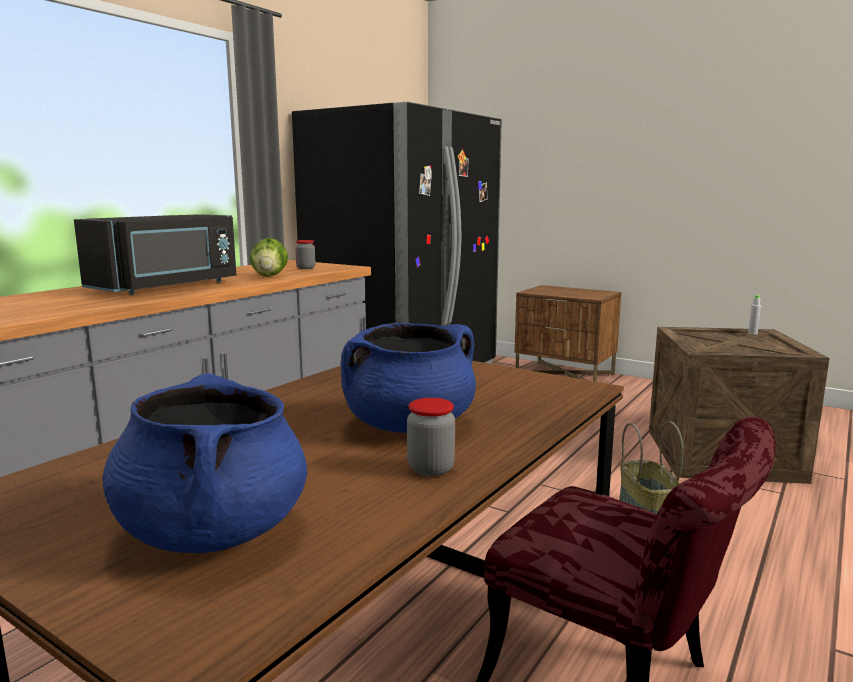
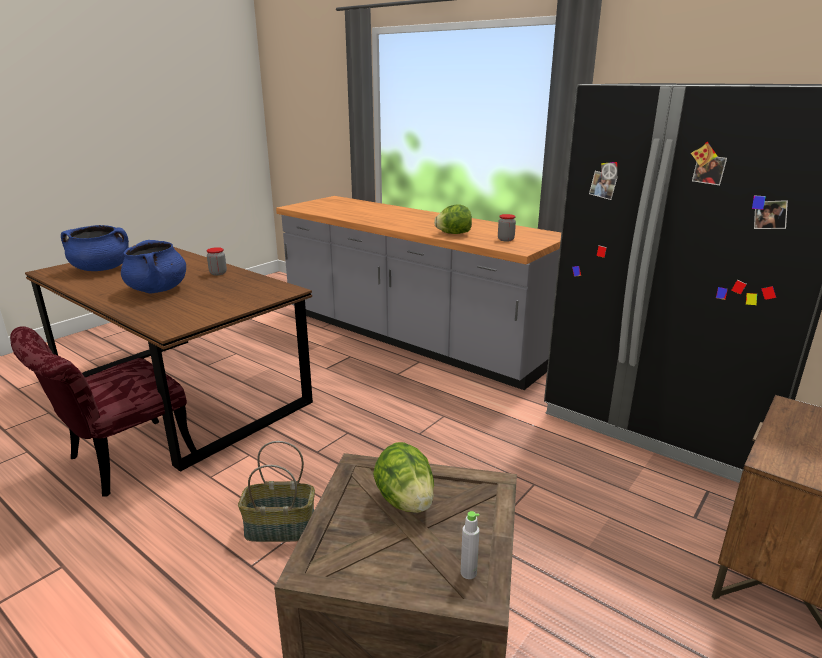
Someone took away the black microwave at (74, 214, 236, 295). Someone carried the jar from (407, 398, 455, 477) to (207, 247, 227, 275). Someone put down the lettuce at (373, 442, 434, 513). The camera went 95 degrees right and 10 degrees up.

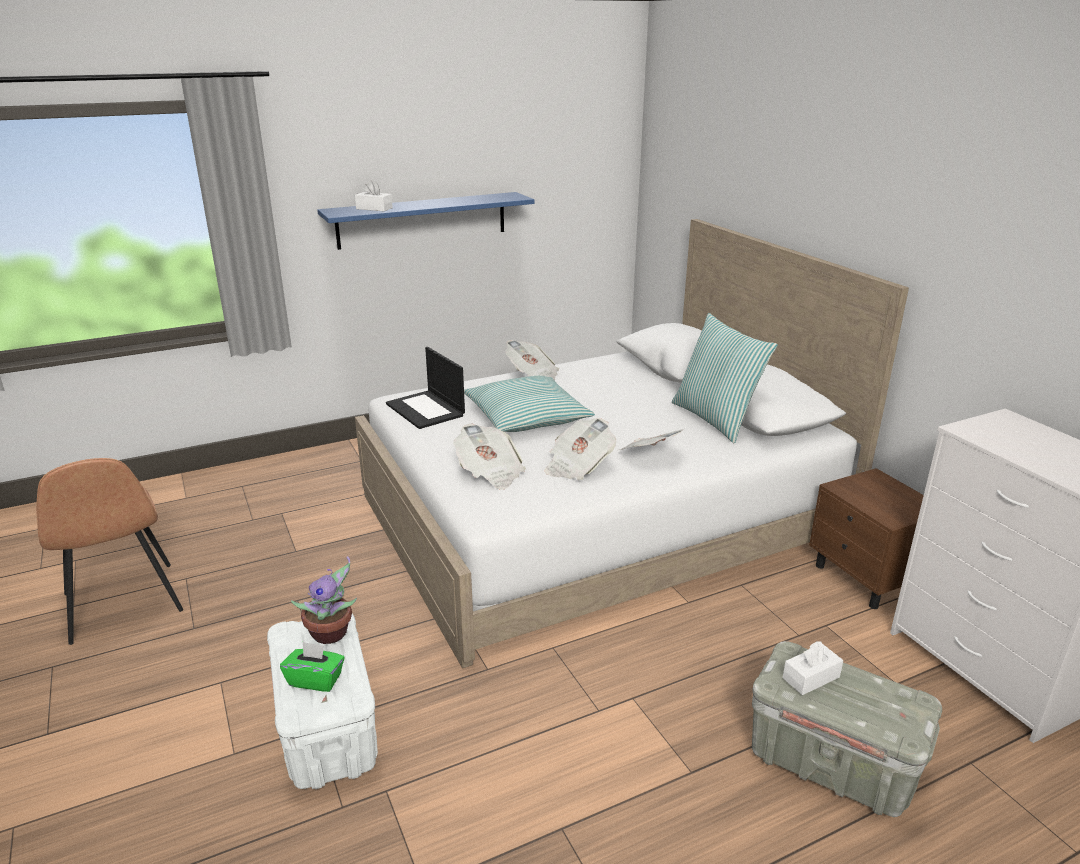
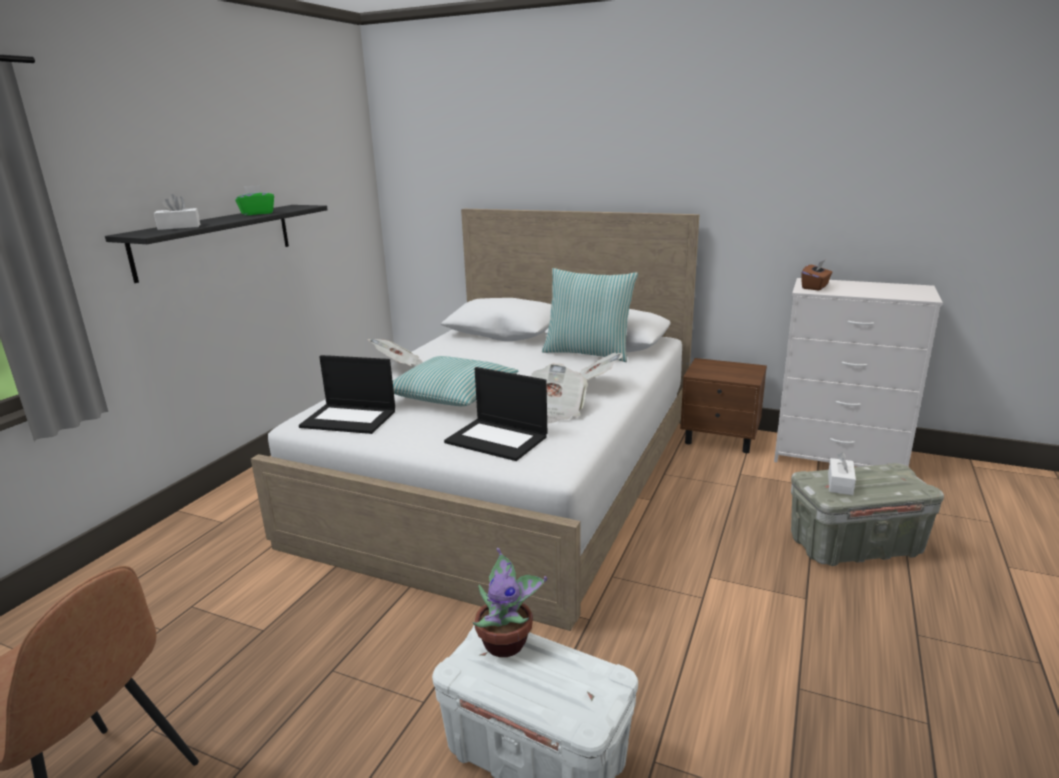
Someone repainted the blue shelf at (317, 192, 534, 250), which became the black shelf at (105, 205, 328, 283). Someone swapped the newspaper at (453, 424, 526, 490) for the laptop at (444, 367, 547, 461). Someone carried the green tissue box from (280, 642, 344, 692) to (235, 185, 274, 215). Someone put down the brown tissue box at (801, 260, 833, 290). The camera went 40 degrees left and 5 degrees down.

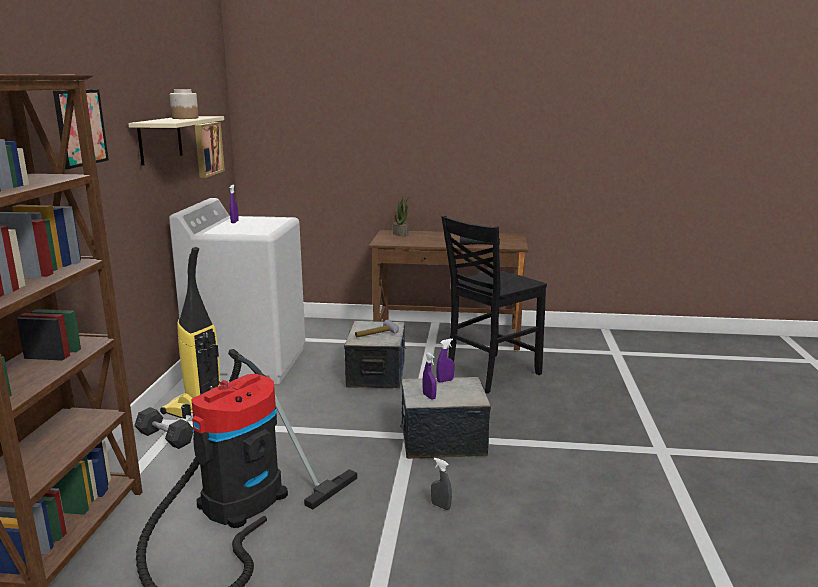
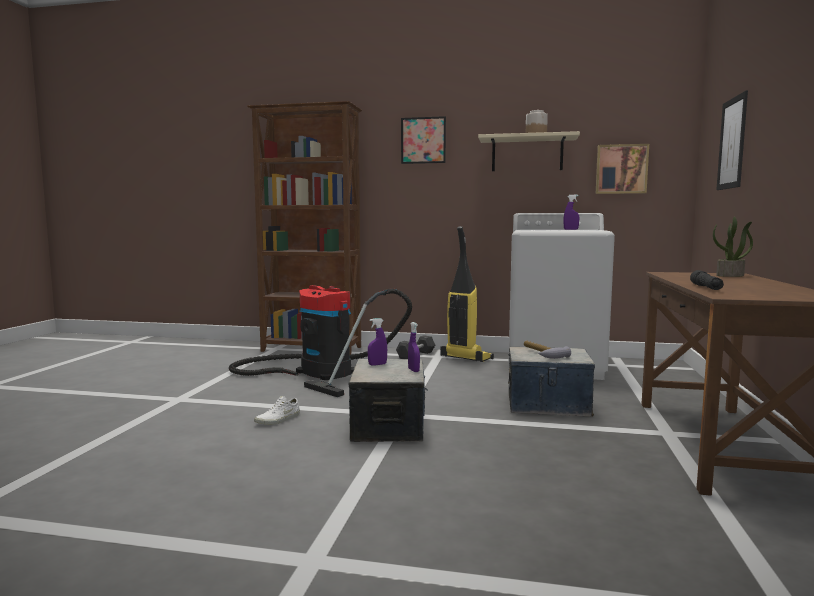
Someone took away the black chair at (441, 215, 547, 394). Someone swapped the grey spray bottle at (431, 458, 452, 510) for the white shoe at (254, 396, 300, 425). Someone put up the picture at (716, 90, 748, 190). The camera went 95 degrees right and 10 degrees down.

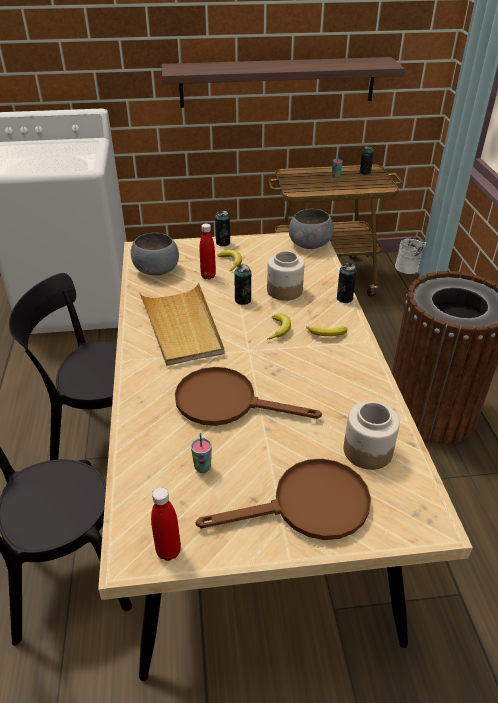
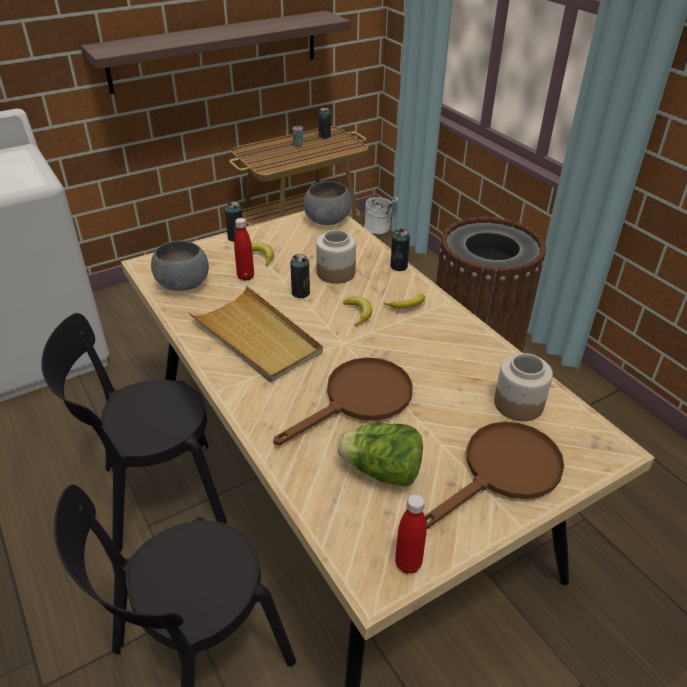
Someone rotated the brown frying pan at (175, 367, 322, 426) by 150 degrees clockwise. Someone swapped the cup at (191, 433, 212, 473) for the lettuce at (337, 423, 423, 487). The camera went 25 degrees left and 0 degrees up.

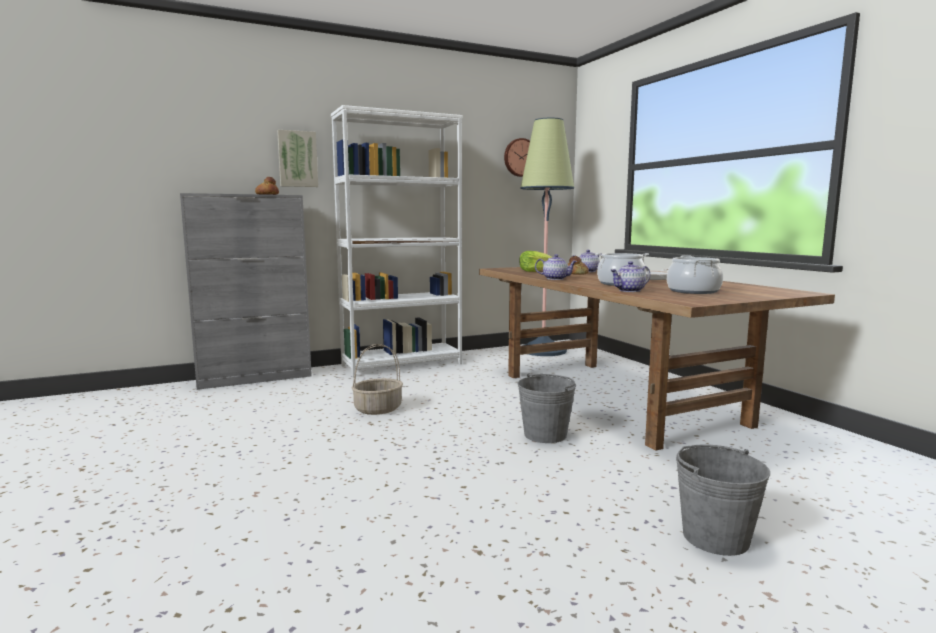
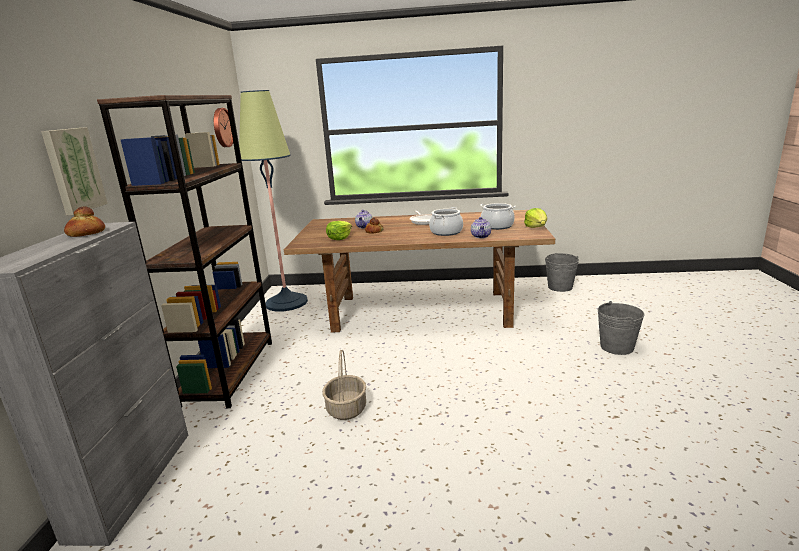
Someone repainted the white bookcase at (331, 105, 462, 377), which became the brown bookcase at (97, 95, 272, 408). Someone took away the teapot at (535, 254, 577, 280). Someone carried the grey bucket from (518, 373, 576, 443) to (545, 253, 579, 292). Someone put down the lettuce at (524, 208, 547, 228). The camera went 60 degrees left and 10 degrees up.

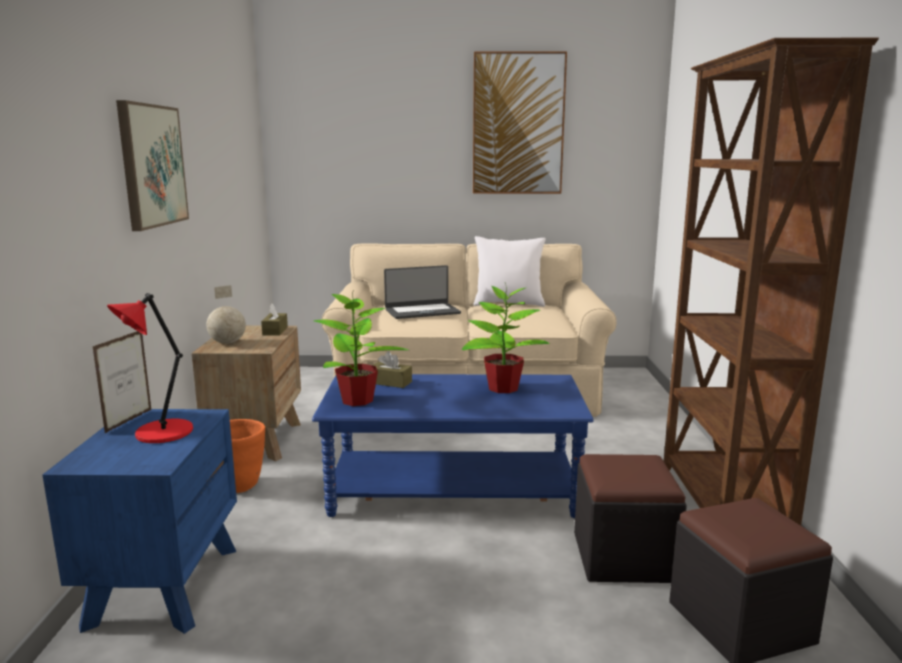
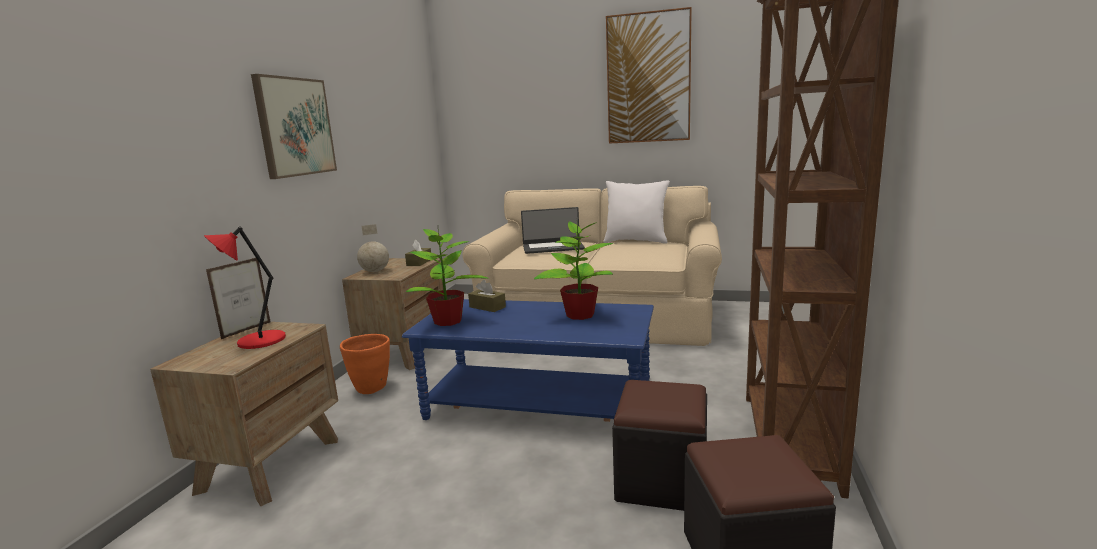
Someone repainted the blue nightstand at (42, 409, 237, 634), which became the brown nightstand at (150, 322, 338, 506). The camera went 15 degrees right and 0 degrees up.

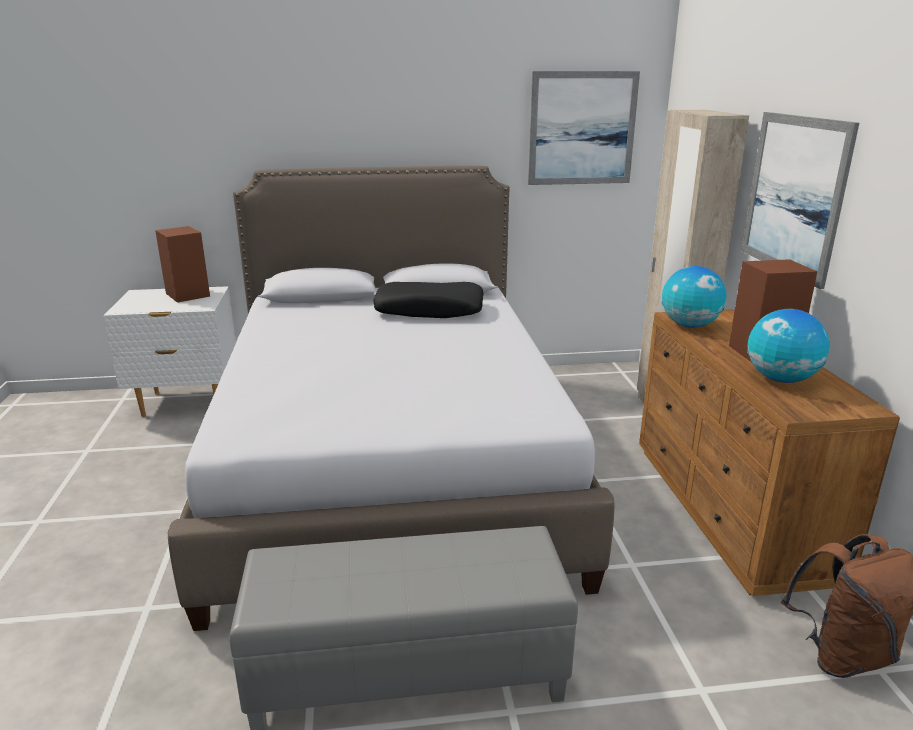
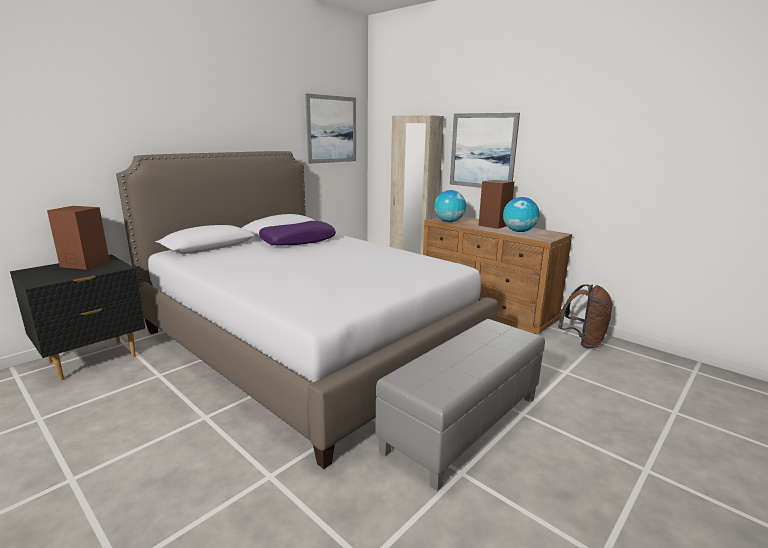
Someone repainted the black pillow at (373, 282, 484, 318), which became the purple pillow at (259, 221, 336, 246). Someone repainted the white nightstand at (103, 286, 236, 417), which became the black nightstand at (10, 254, 145, 381). The camera went 40 degrees left and 5 degrees down.

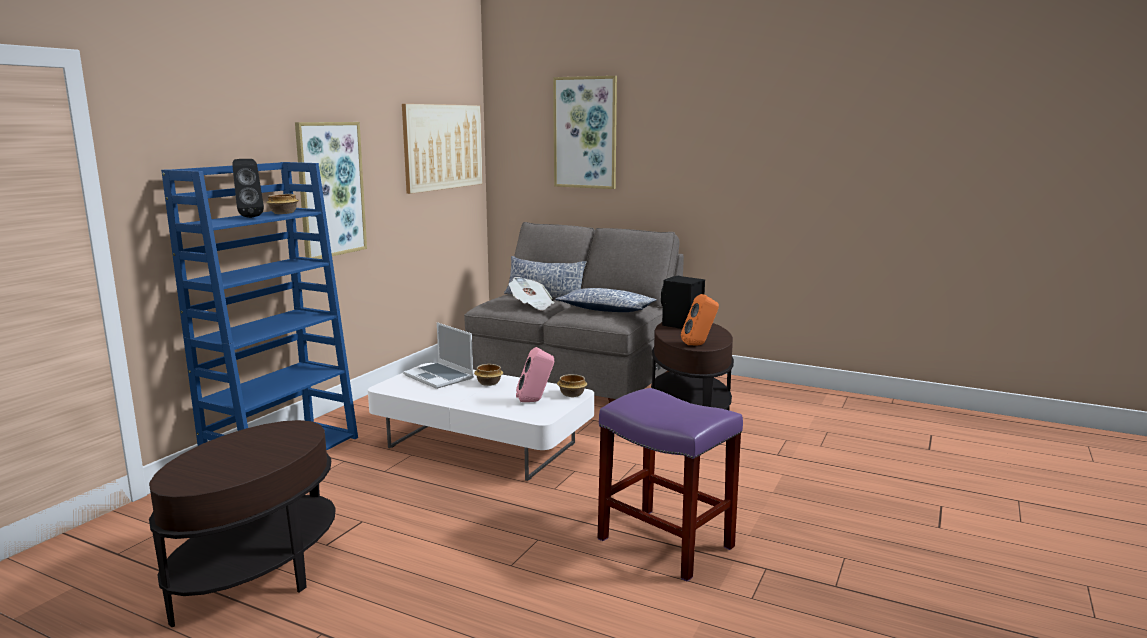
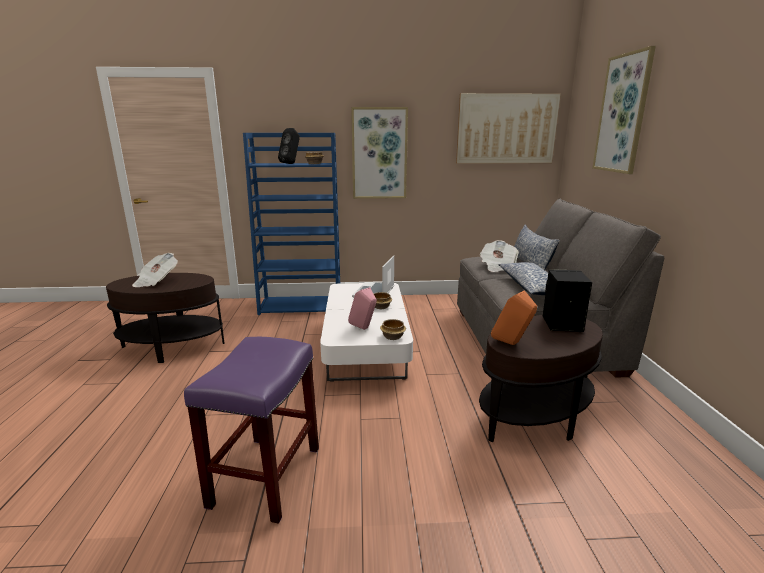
Someone put down the newspaper at (132, 253, 178, 287). The camera went 60 degrees right and 5 degrees up.

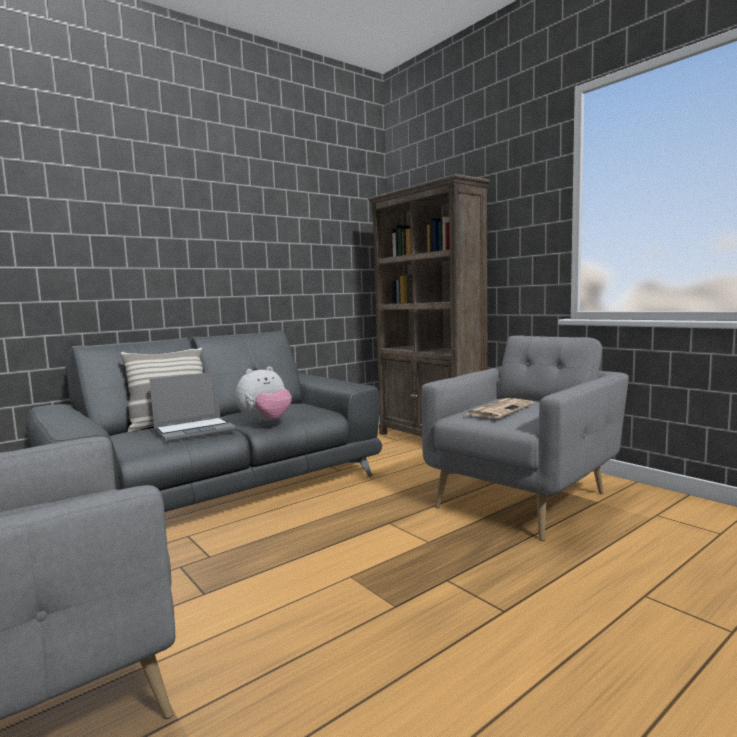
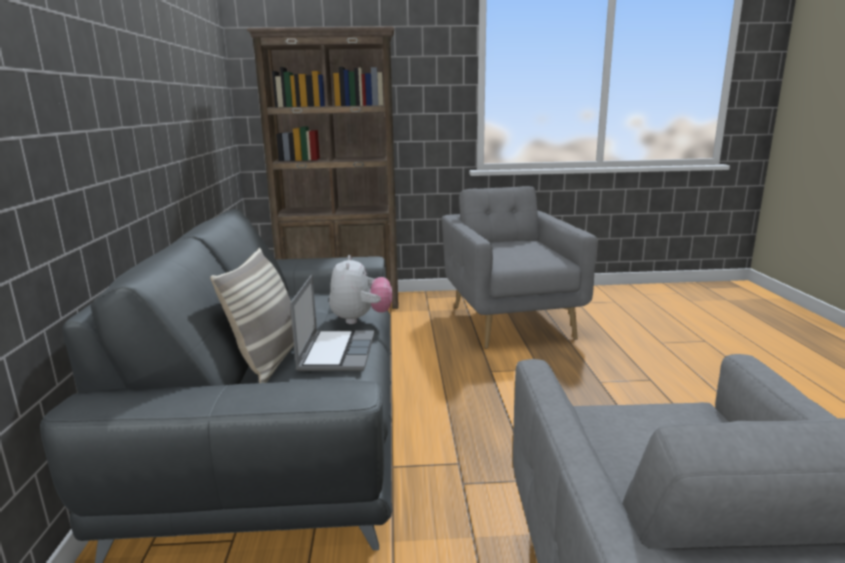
Someone took away the newspaper at (467, 398, 534, 418). The camera went 55 degrees left and 10 degrees up.

